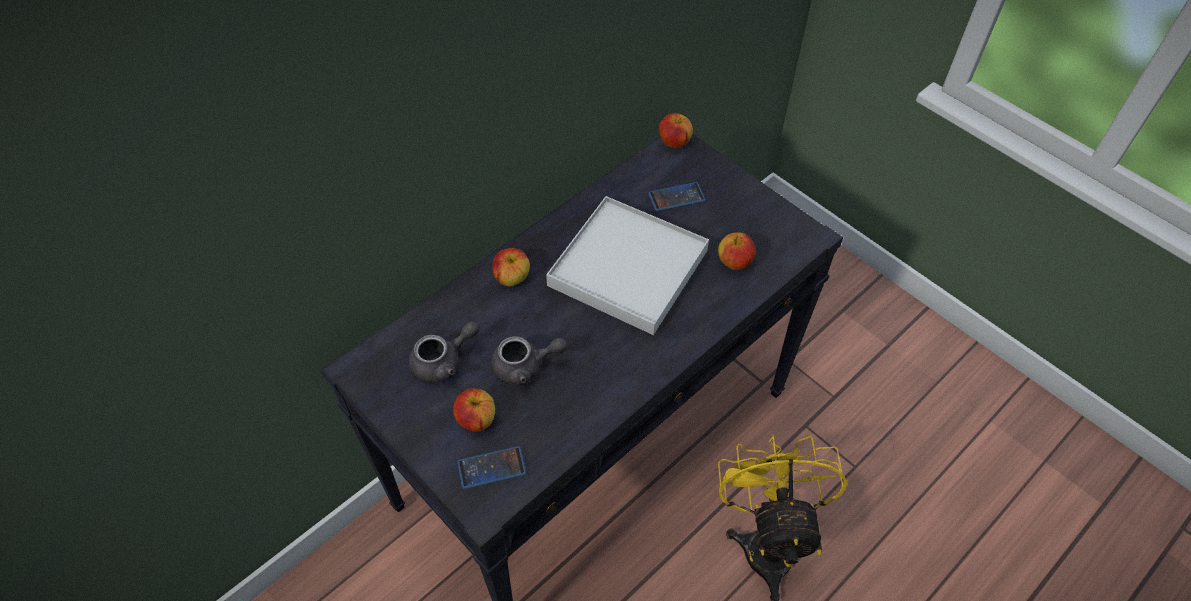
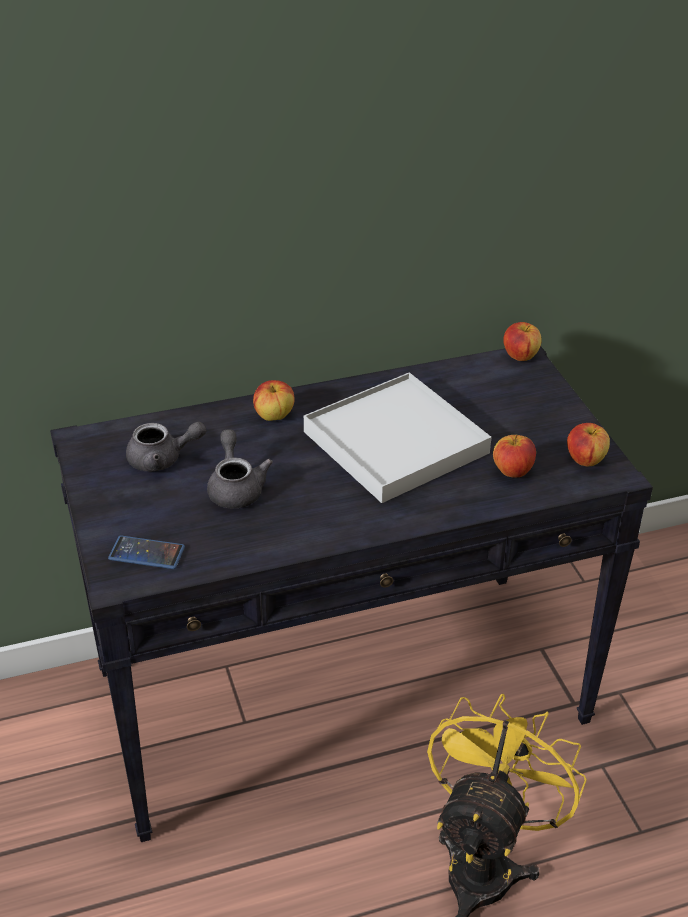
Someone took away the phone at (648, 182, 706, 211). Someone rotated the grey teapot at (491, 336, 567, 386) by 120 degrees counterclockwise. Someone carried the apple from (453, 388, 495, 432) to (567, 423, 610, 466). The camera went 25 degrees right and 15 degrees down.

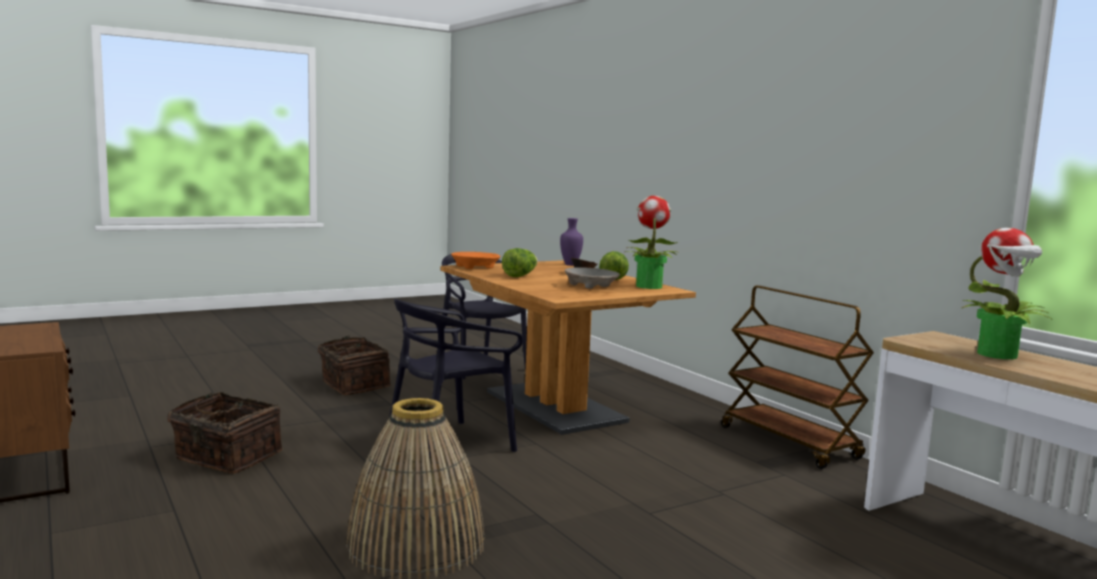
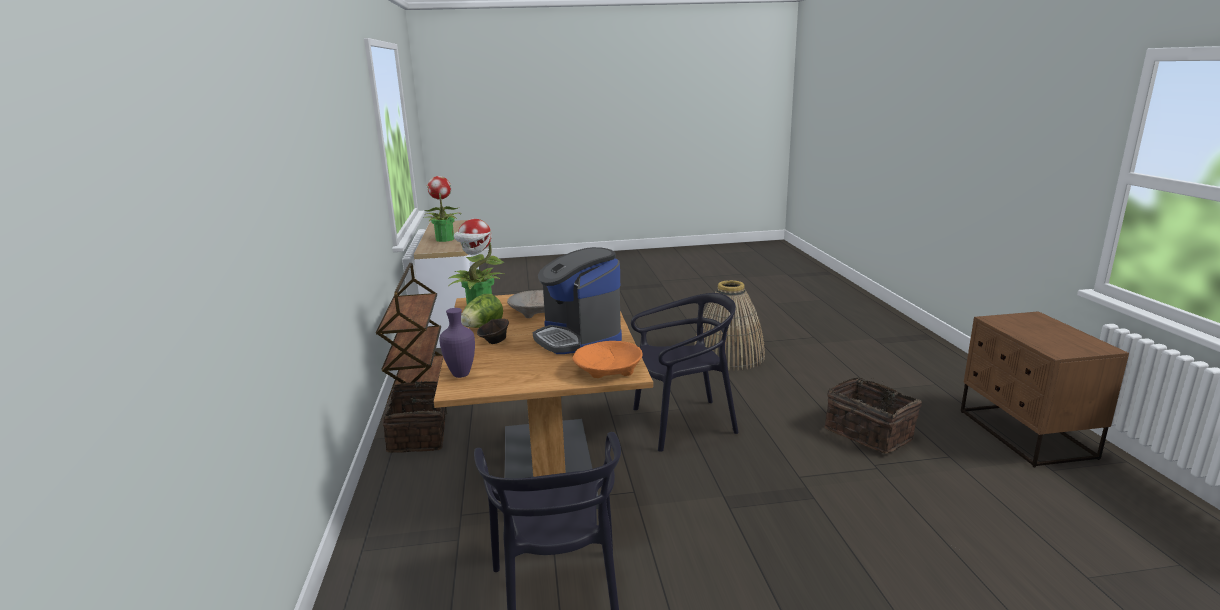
Someone swapped the lettuce at (502, 248, 538, 277) for the coffee machine at (533, 247, 622, 354). Someone carried the basket from (318, 336, 391, 395) to (383, 381, 447, 453). The camera went 155 degrees left and 10 degrees up.

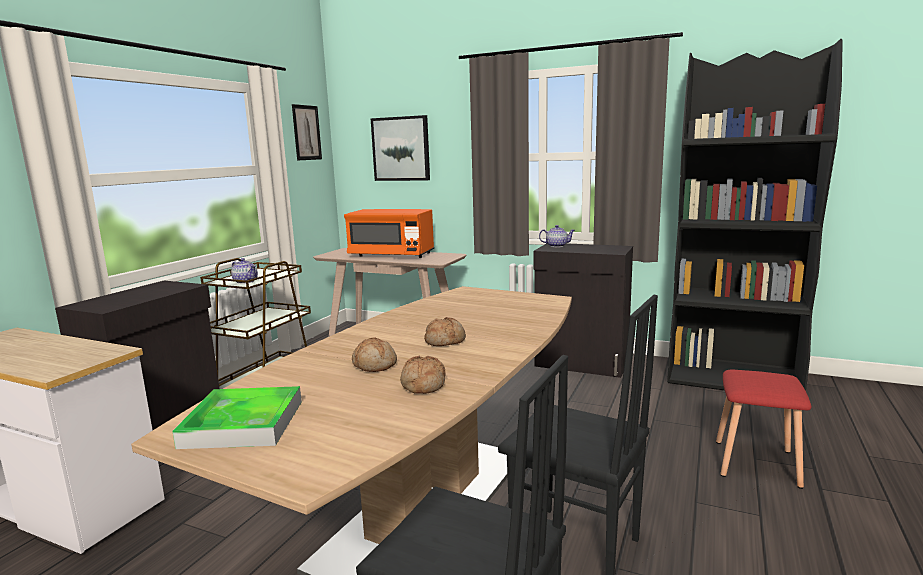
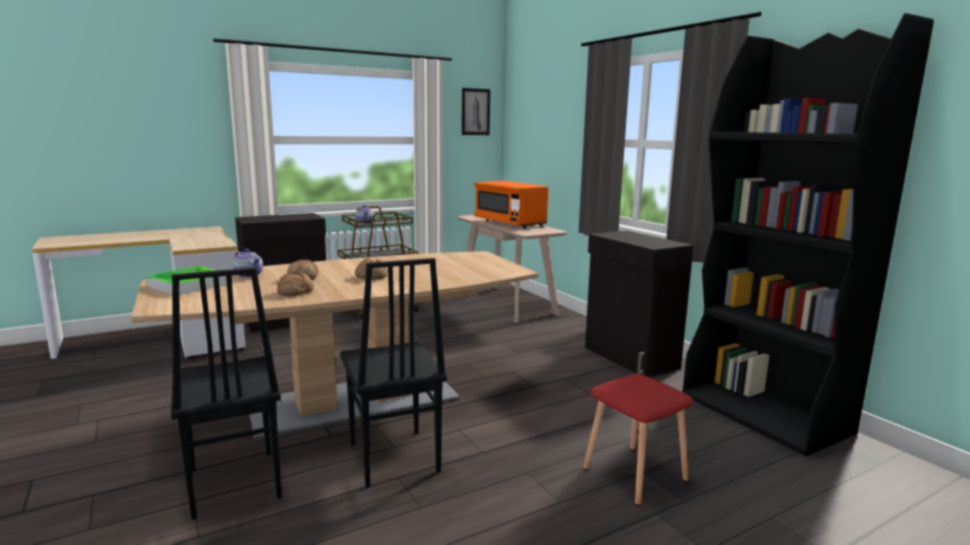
Someone took away the picture at (371, 115, 430, 181). Someone carried the teapot from (539, 225, 575, 247) to (233, 249, 263, 278). The camera went 35 degrees right and 0 degrees up.

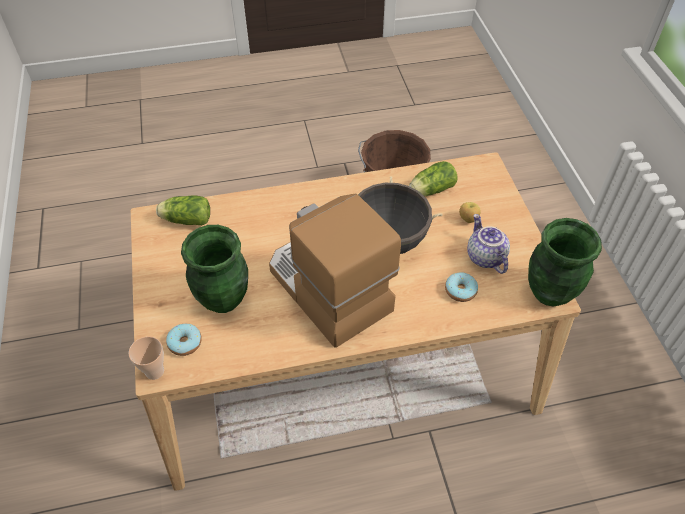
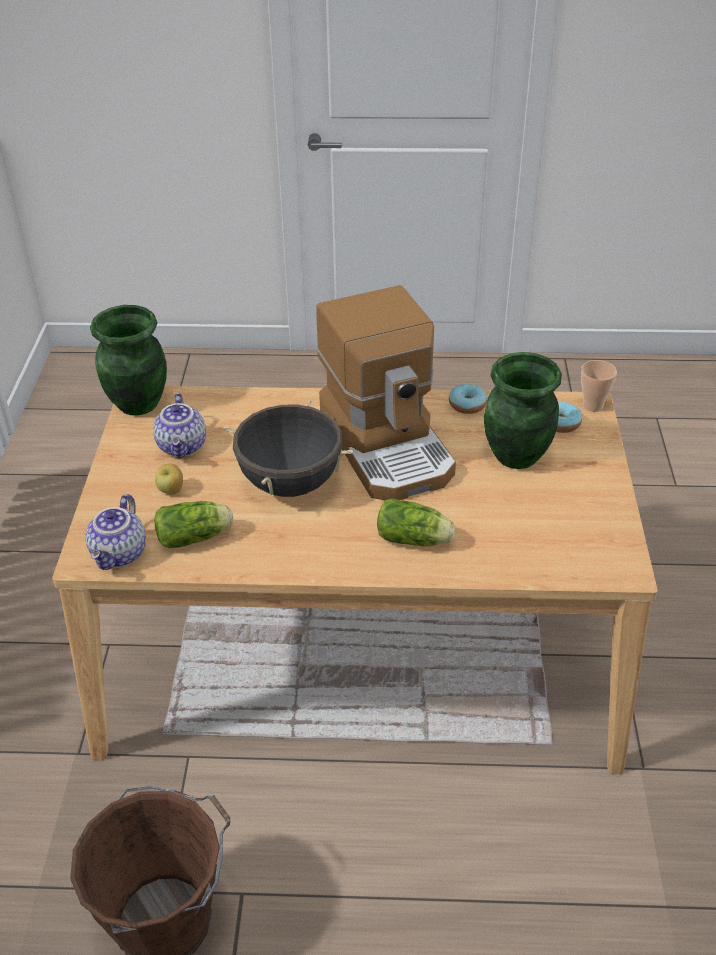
Someone carried the lettuce from (156, 196, 210, 226) to (377, 498, 455, 546). Someone carried the donut from (445, 272, 478, 302) to (449, 384, 487, 414). Someone put down the teapot at (86, 494, 146, 570). The camera went 165 degrees left and 10 degrees down.

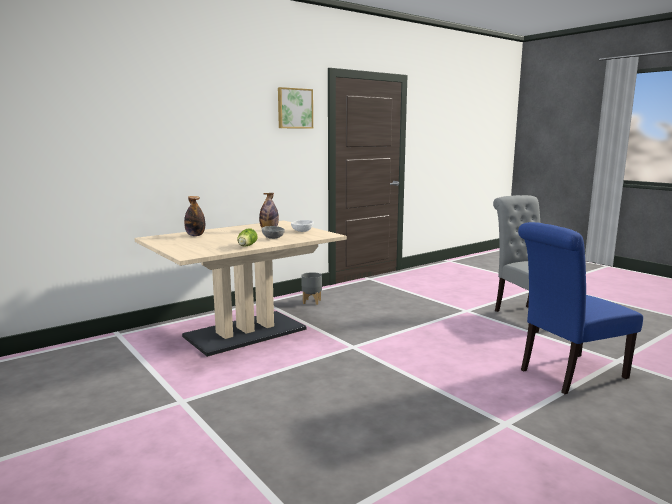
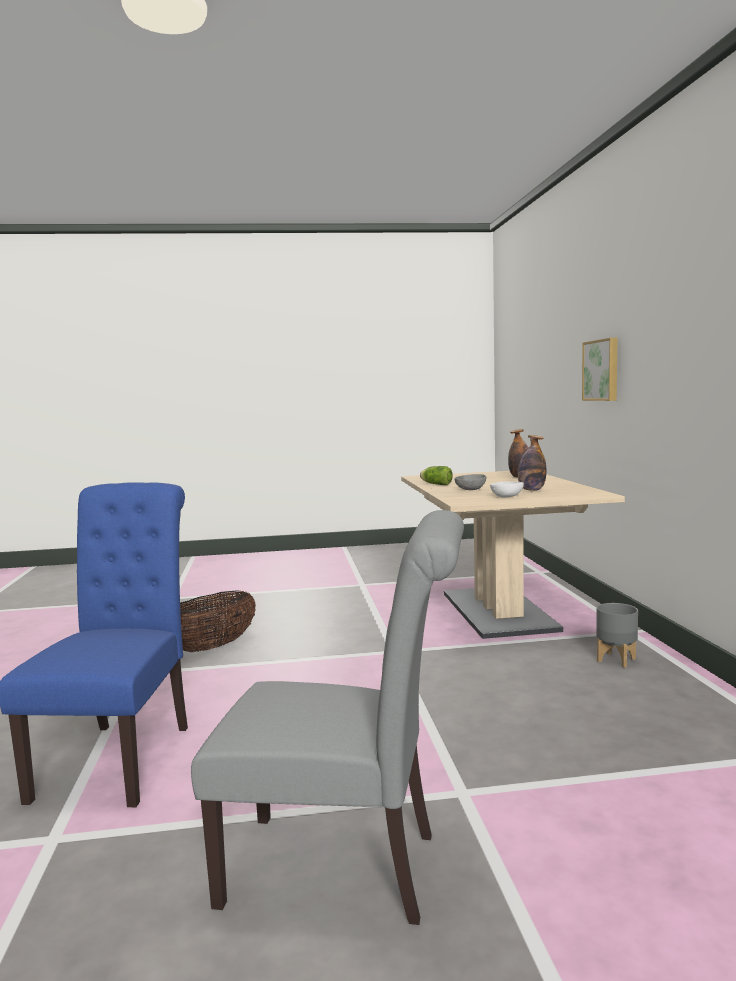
Someone carried the picture from (278, 87, 313, 129) to (582, 338, 618, 401). Someone put down the basket at (180, 590, 256, 652). The camera went 120 degrees right and 5 degrees down.

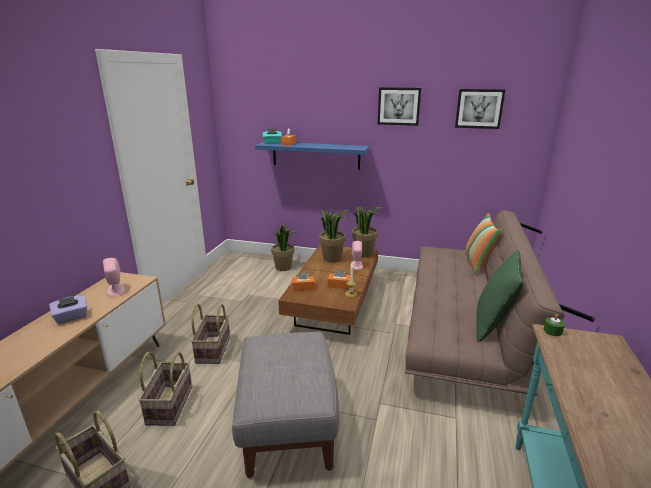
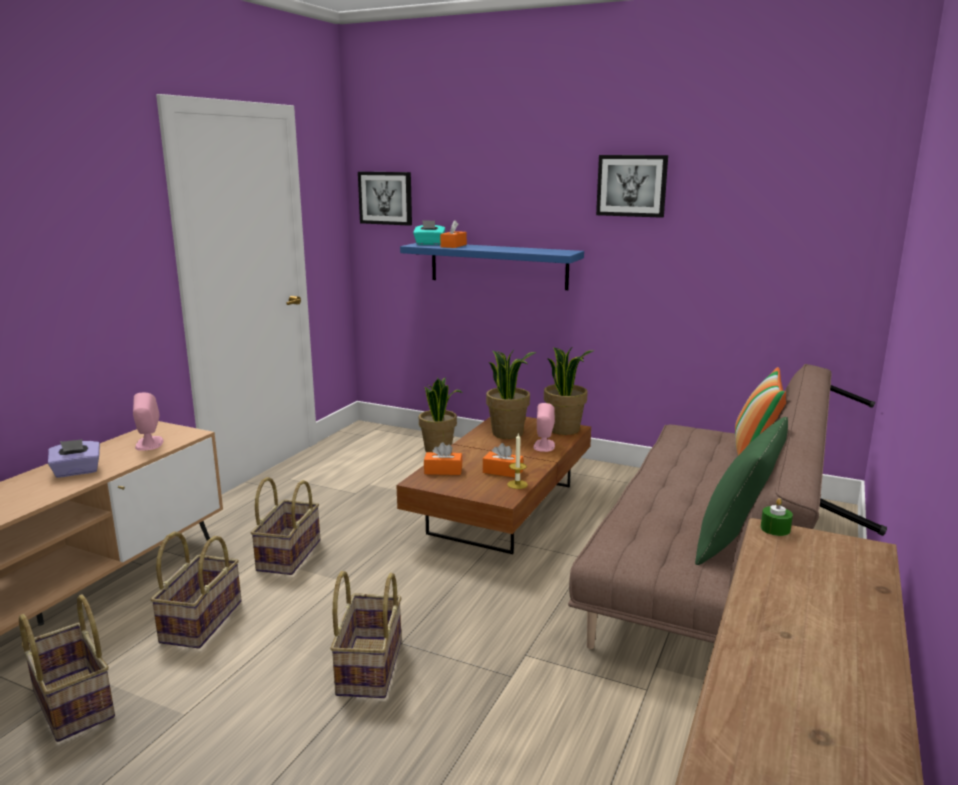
Someone carried the picture from (455, 89, 505, 129) to (358, 172, 412, 226). Someone swapped the grey ottoman at (232, 332, 339, 478) for the basket at (330, 571, 402, 698). The camera went 10 degrees right and 5 degrees down.

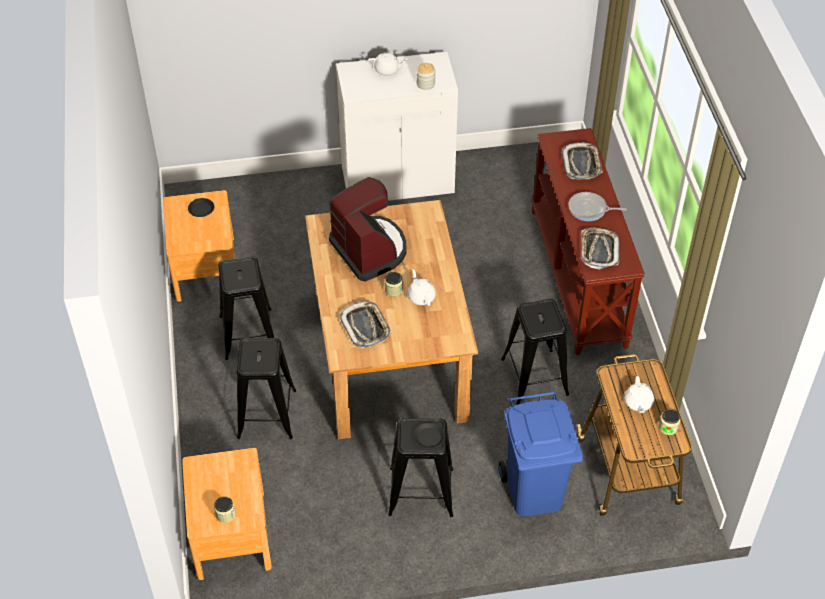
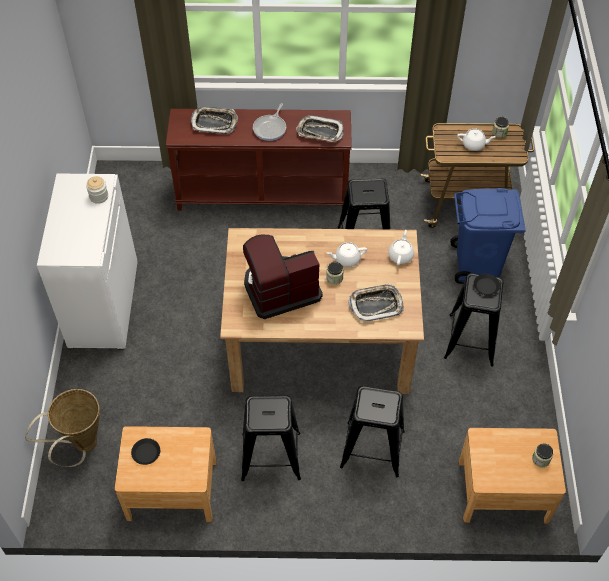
Someone carried the white teapot from (368, 52, 408, 76) to (388, 230, 414, 266). Someone put down the basket at (25, 389, 100, 467). The camera went 80 degrees left and 5 degrees up.

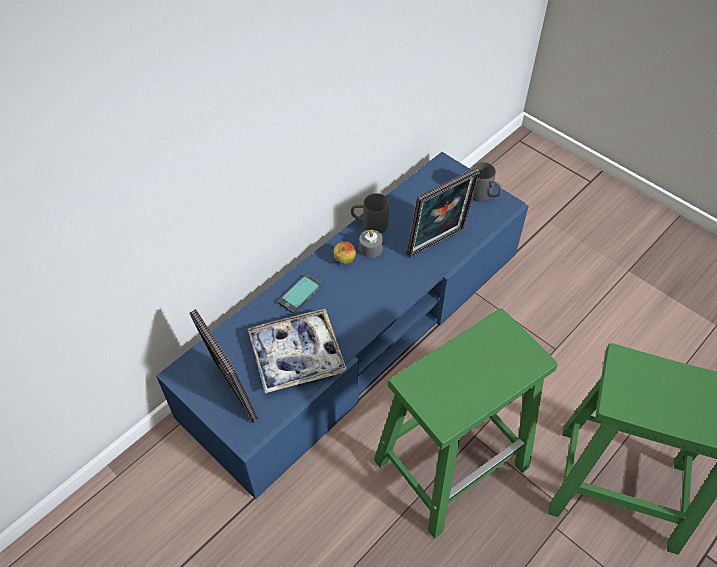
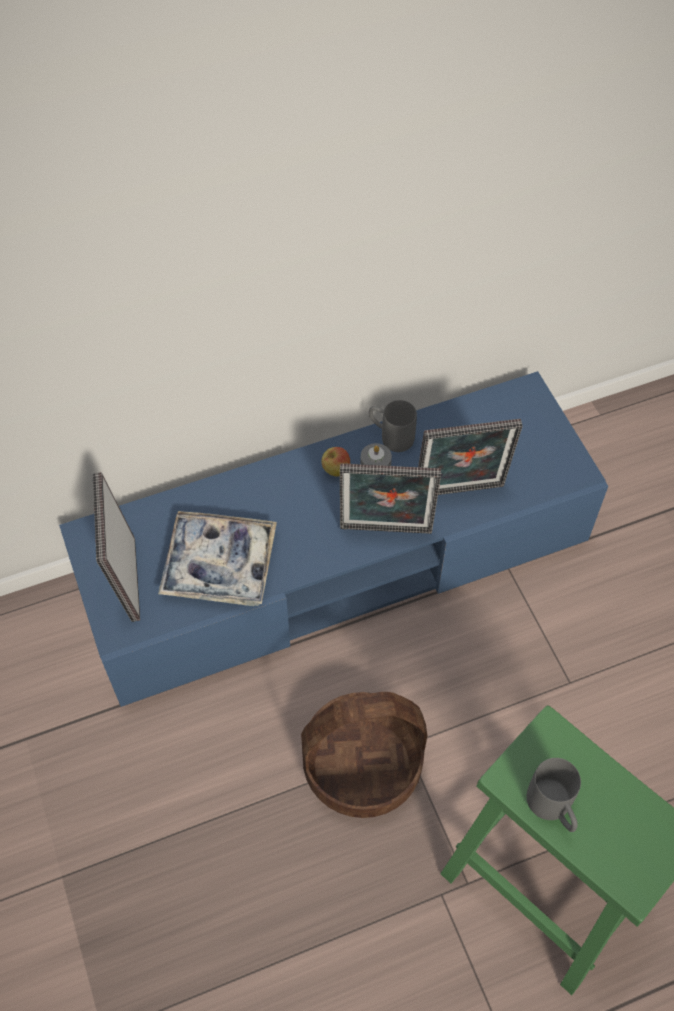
Someone carried the grey mug from (471, 162, 502, 202) to (527, 758, 581, 832). Someone took away the phone at (278, 274, 322, 313). Someone swapped the green stool at (374, 308, 558, 539) for the basket at (301, 692, 427, 818). Someone put down the picture frame at (340, 464, 441, 534). The camera went 25 degrees right and 5 degrees up.

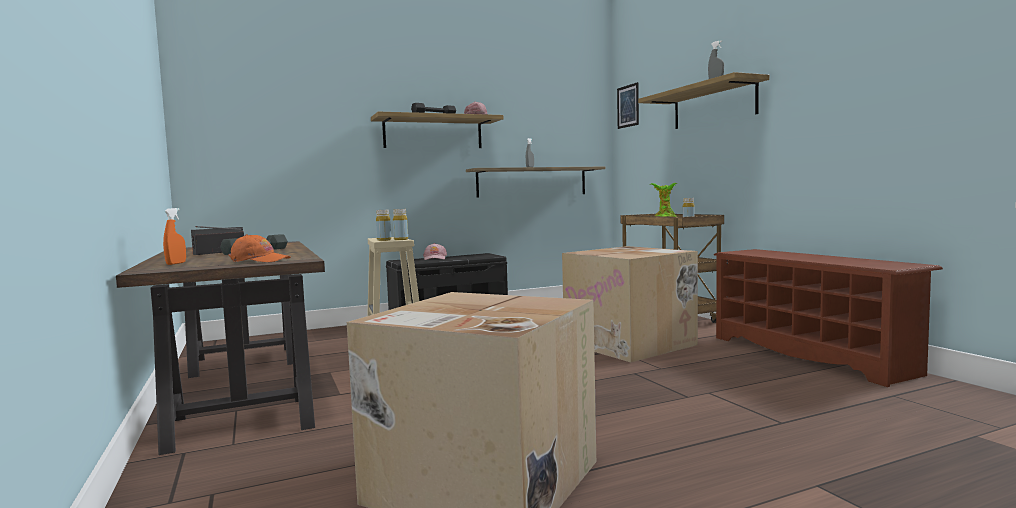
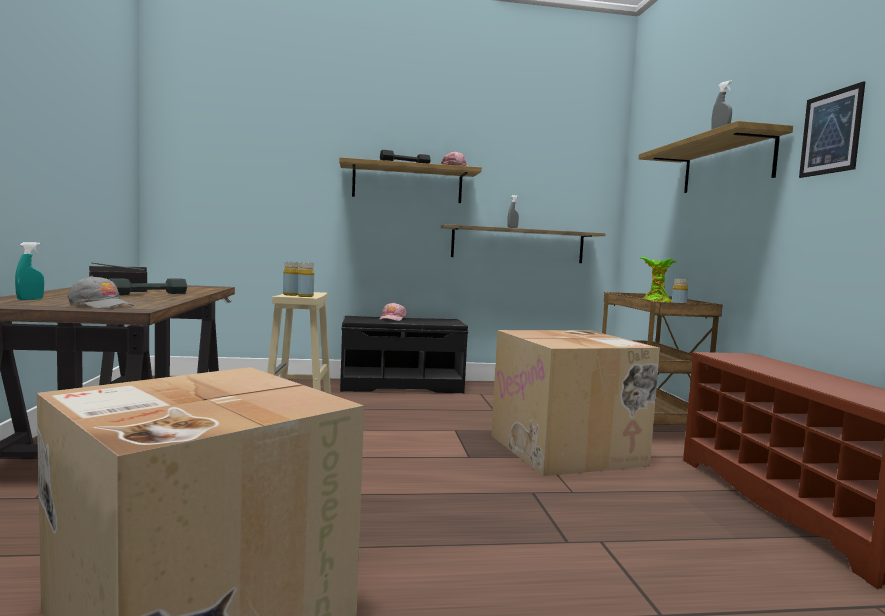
Someone carried the picture from (617, 82, 639, 129) to (799, 81, 865, 178). Someone repainted the orange spray bottle at (163, 208, 186, 265), which became the turquoise spray bottle at (15, 242, 44, 300). Someone repainted the orange cap at (228, 234, 291, 262), which became the grey cap at (68, 276, 134, 308). The camera went 15 degrees right and 0 degrees up.

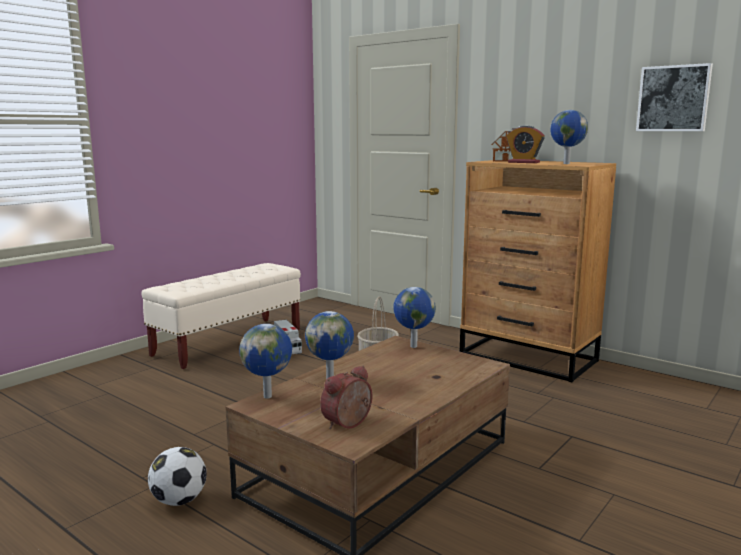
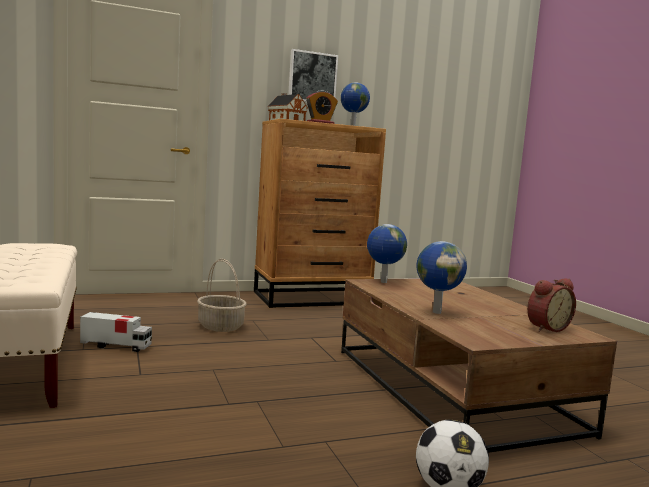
Someone carried the picture from (636, 63, 713, 131) to (288, 49, 338, 102). Someone took away the globe at (239, 324, 292, 399). Someone rotated the alarm clock at (320, 365, 372, 429) by 105 degrees counterclockwise. The camera went 60 degrees left and 5 degrees down.

